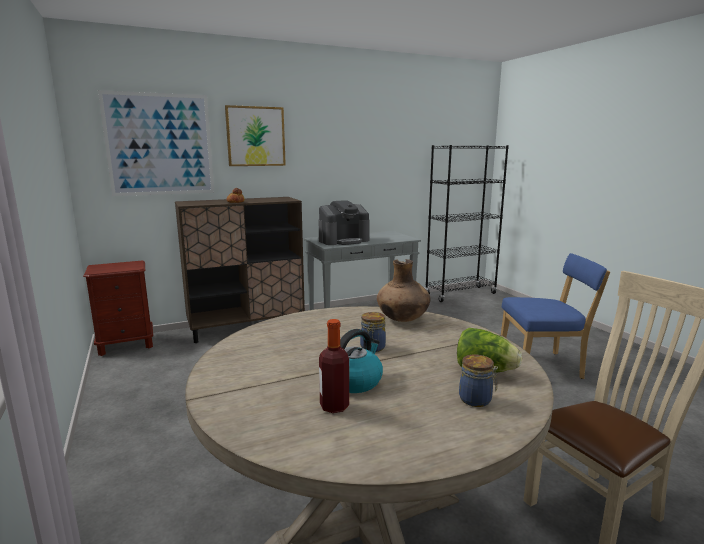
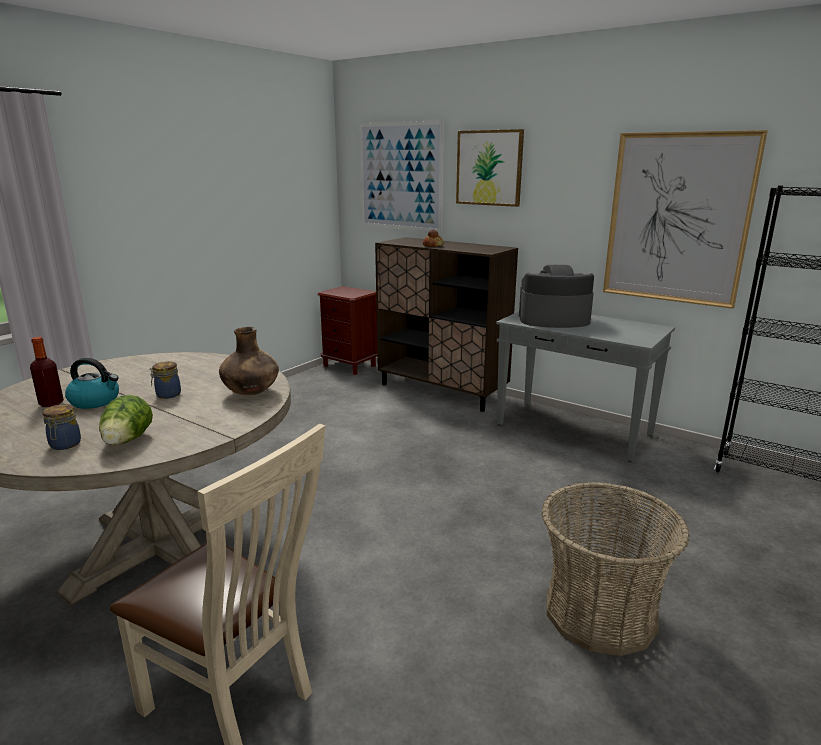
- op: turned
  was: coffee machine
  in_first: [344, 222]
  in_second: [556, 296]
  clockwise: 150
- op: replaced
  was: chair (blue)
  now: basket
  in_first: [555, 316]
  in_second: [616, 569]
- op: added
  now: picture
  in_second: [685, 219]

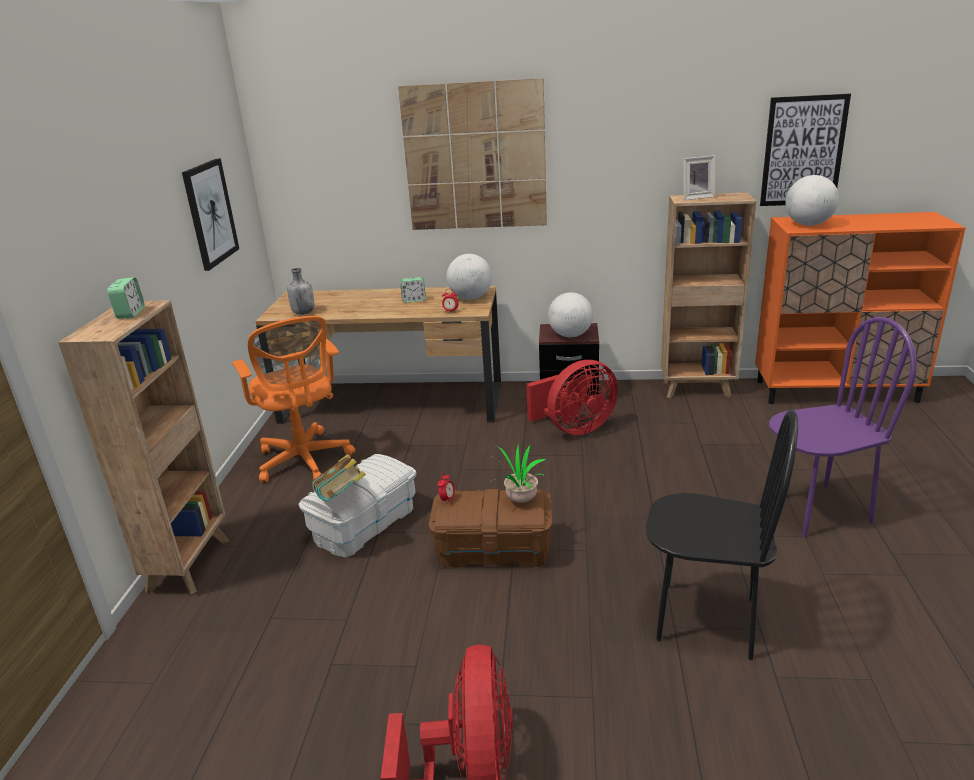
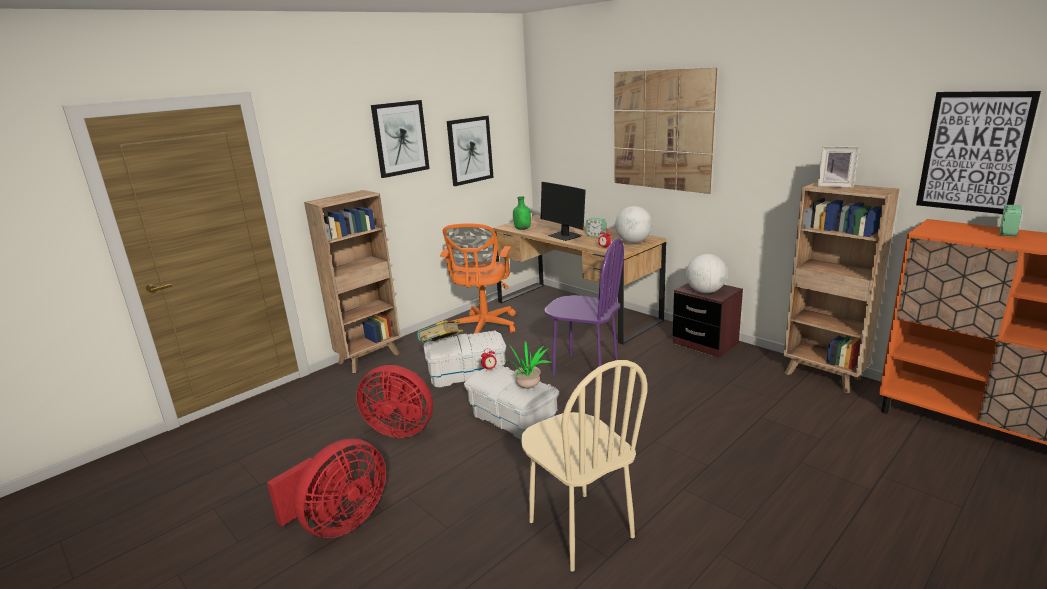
- op: moved
  was: table clock
  in_first: [126, 298]
  in_second: [1011, 221]
- op: recoloured
  was: beverage bottle (grey)
  now: beverage bottle (green)
  in_first: [300, 291]
  in_second: [522, 213]
- op: recoloured
  was: storage bin (brownish)
  now: storage bin (white)
  in_first: [490, 528]
  in_second: [511, 402]
- op: moved
  was: fan (reddish)
  in_first: [572, 397]
  in_second: [394, 401]
- op: recoloured
  was: chair (black)
  now: chair (beige-coloured)
  in_first: [722, 535]
  in_second: [584, 466]
- op: moved
  was: chair (purplish)
  in_first: [843, 427]
  in_second: [584, 307]
- op: removed
  was: desk globe
  in_first: [812, 200]
- op: added
  now: picture
  in_second: [400, 139]
- op: added
  now: computer screen
  in_second: [563, 211]

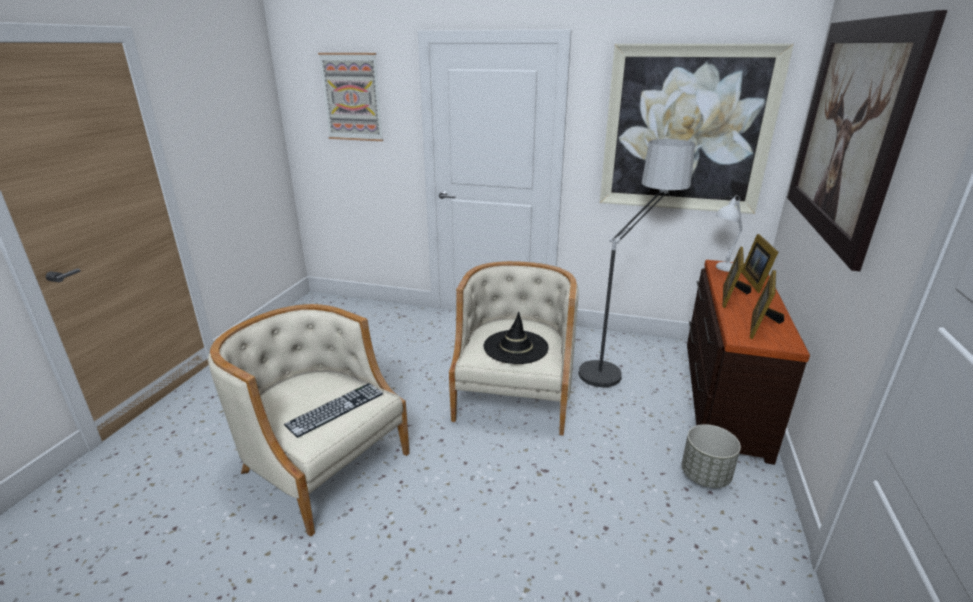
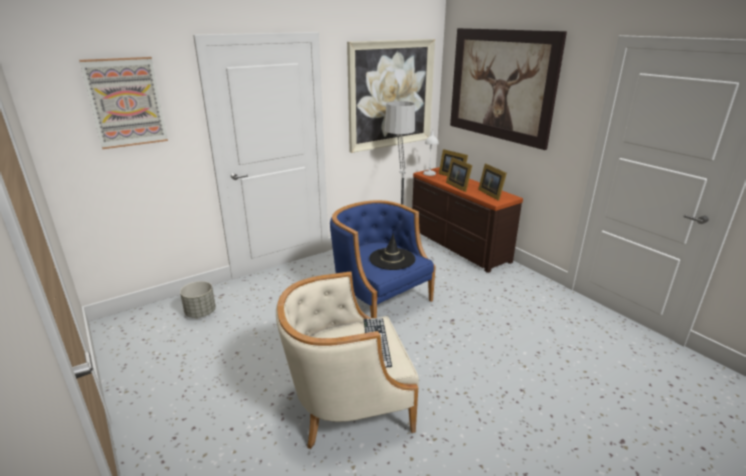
- op: recoloured
  was: armchair (beige-coloured)
  now: armchair (blue)
  in_first: [513, 348]
  in_second: [383, 259]
- op: moved
  was: plant pot (grey)
  in_first: [711, 456]
  in_second: [198, 299]

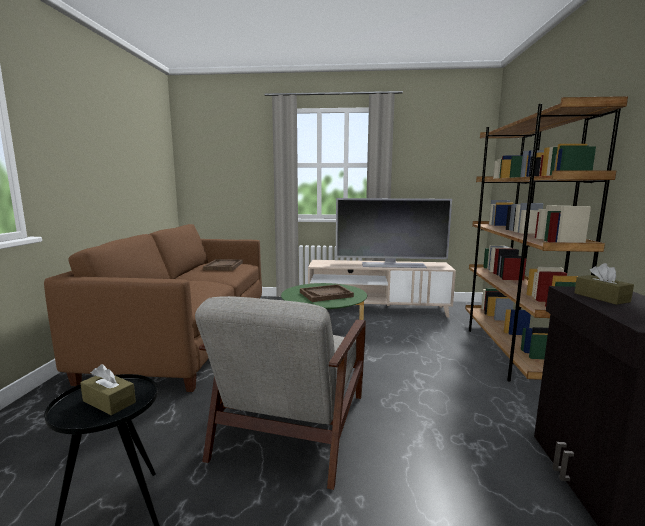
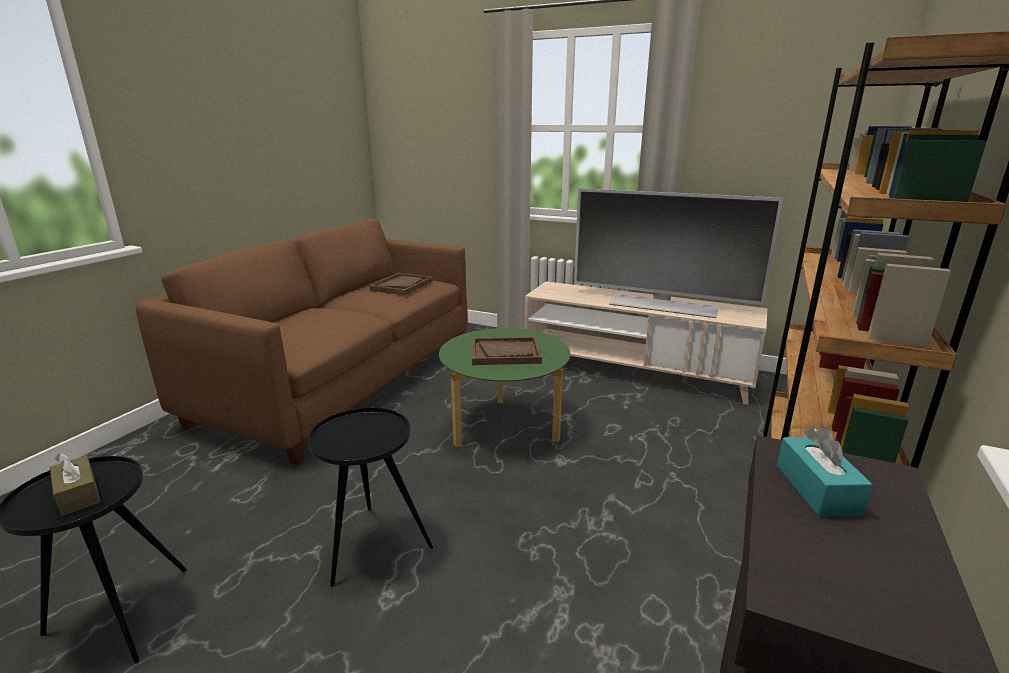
- op: replaced
  was: armchair (grey)
  now: end table (black)
  in_first: [280, 393]
  in_second: [370, 497]
- op: recoloured
  was: tissue holder (brownish)
  now: tissue holder (turquoise-coloured)
  in_first: [604, 284]
  in_second: [825, 472]

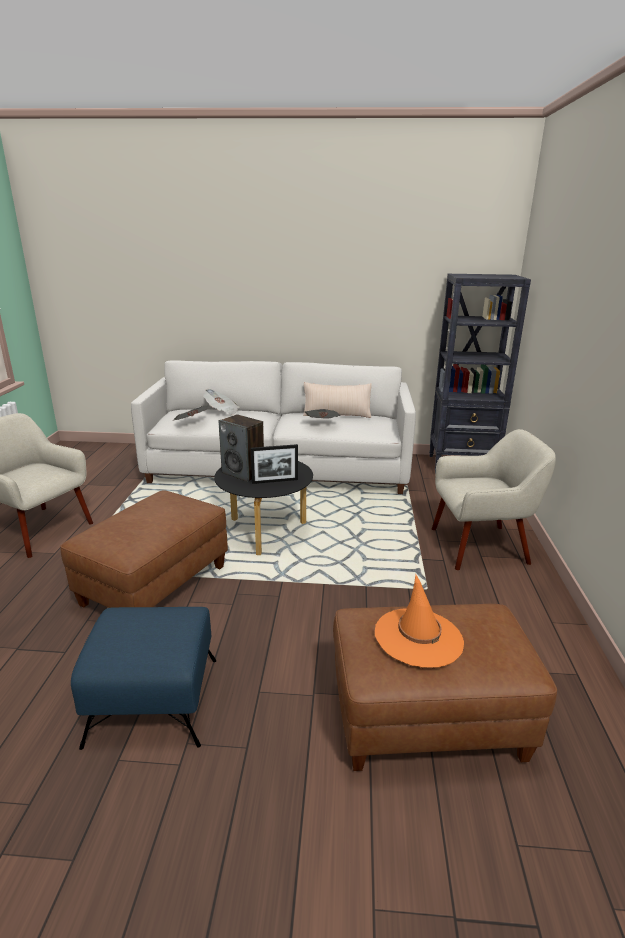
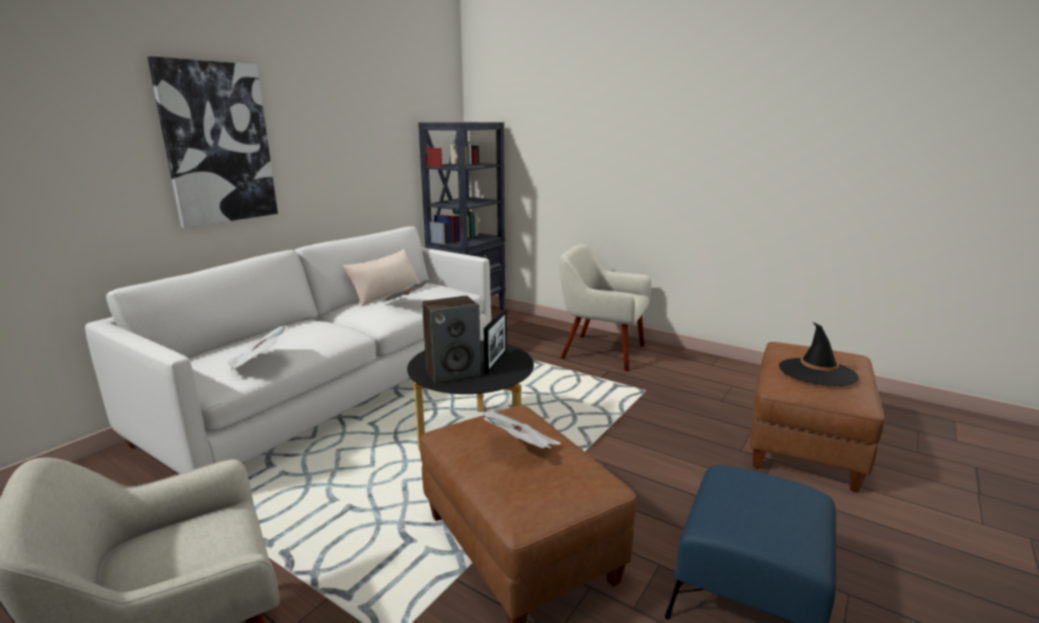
- op: moved
  was: newspaper
  in_first: [221, 402]
  in_second: [522, 430]
- op: recoloured
  was: clothing hat (orangey)
  now: clothing hat (black)
  in_first: [419, 621]
  in_second: [819, 354]
- op: turned
  was: armchair (beige-coloured)
  in_first: [494, 499]
  in_second: [605, 307]
  clockwise: -90
- op: added
  now: picture
  in_second: [212, 142]

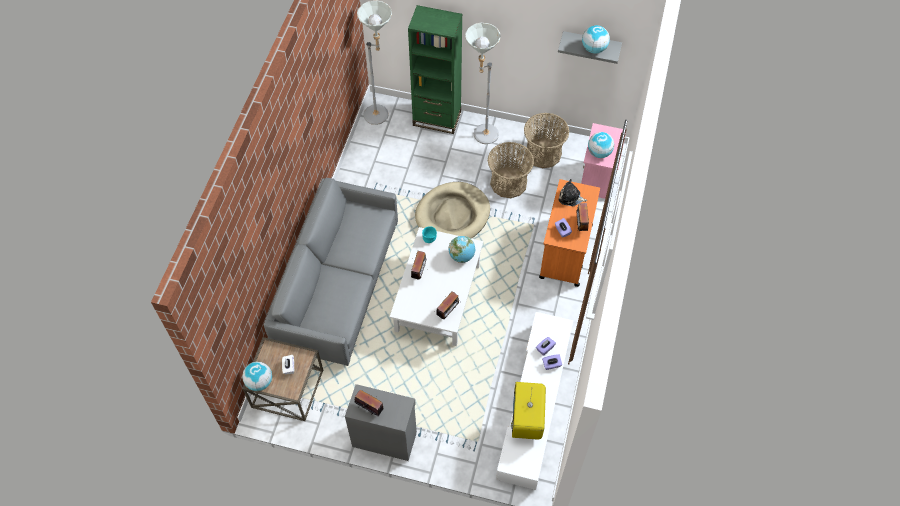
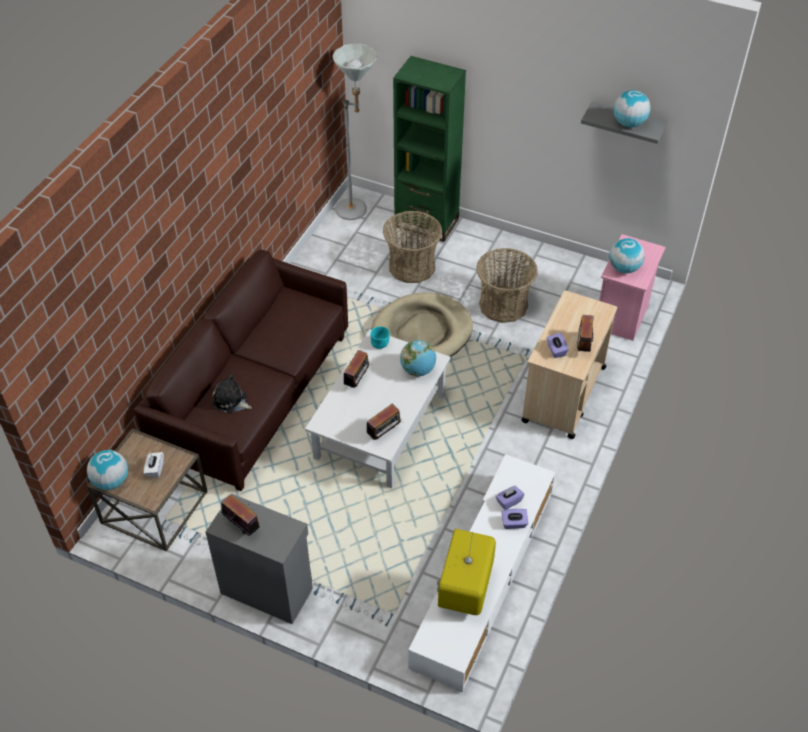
- op: recoloured
  was: sofa (grey)
  now: sofa (brownish)
  in_first: [331, 272]
  in_second: [241, 370]
- op: removed
  was: floor lamp (grey)
  in_first: [483, 83]
- op: moved
  was: basket
  in_first: [547, 140]
  in_second: [412, 247]
- op: recoloured
  was: wheeled cart (orangey)
  now: wheeled cart (beige-coloured)
  in_first: [569, 233]
  in_second: [569, 364]
- op: moved
  was: plush toy
  in_first: [572, 192]
  in_second: [232, 393]

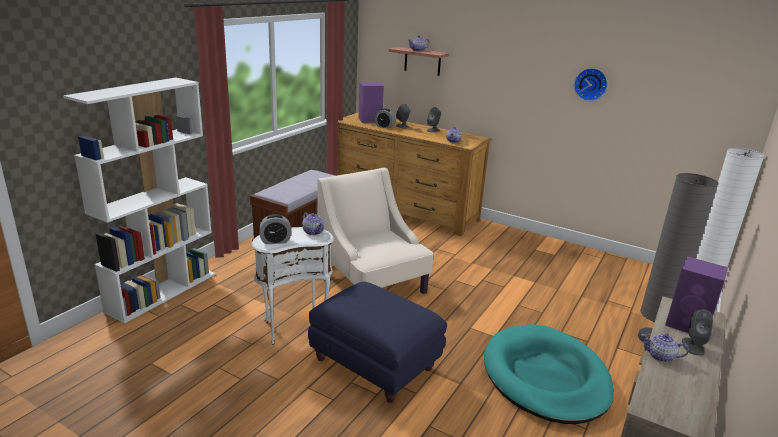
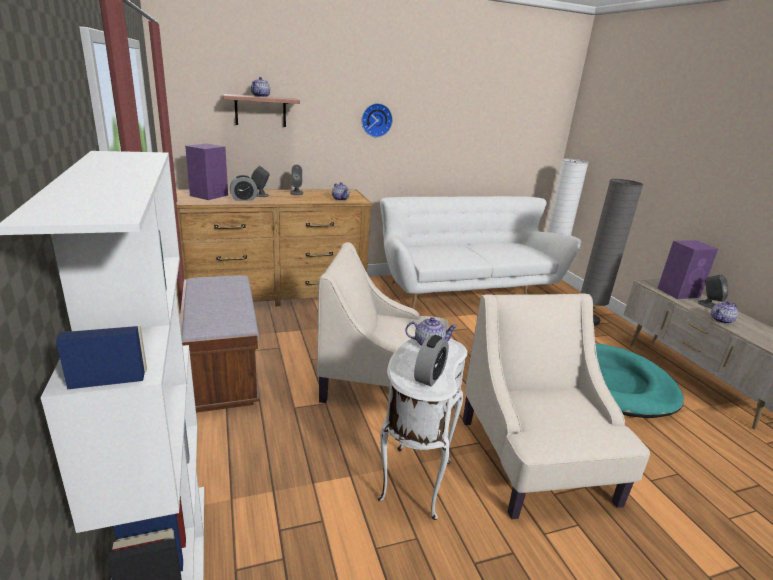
- op: replaced
  was: pouffe (blue)
  now: armchair (beige-coloured)
  in_first: [377, 342]
  in_second: [556, 406]
- op: moved
  was: hanging clock
  in_first: [591, 84]
  in_second: [377, 120]
- op: added
  now: sofa (white)
  in_second: [480, 252]

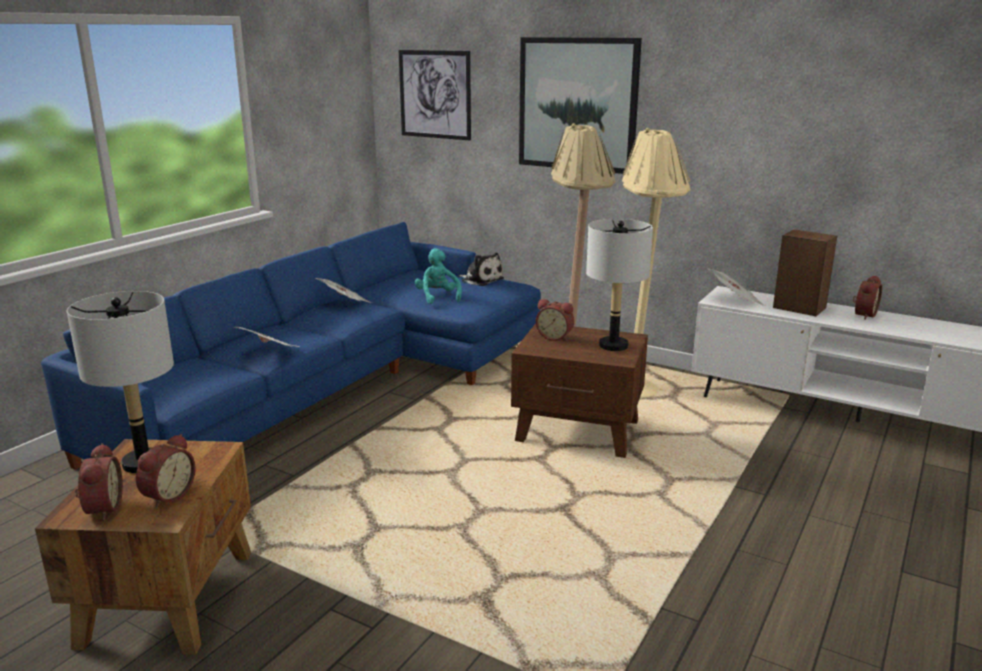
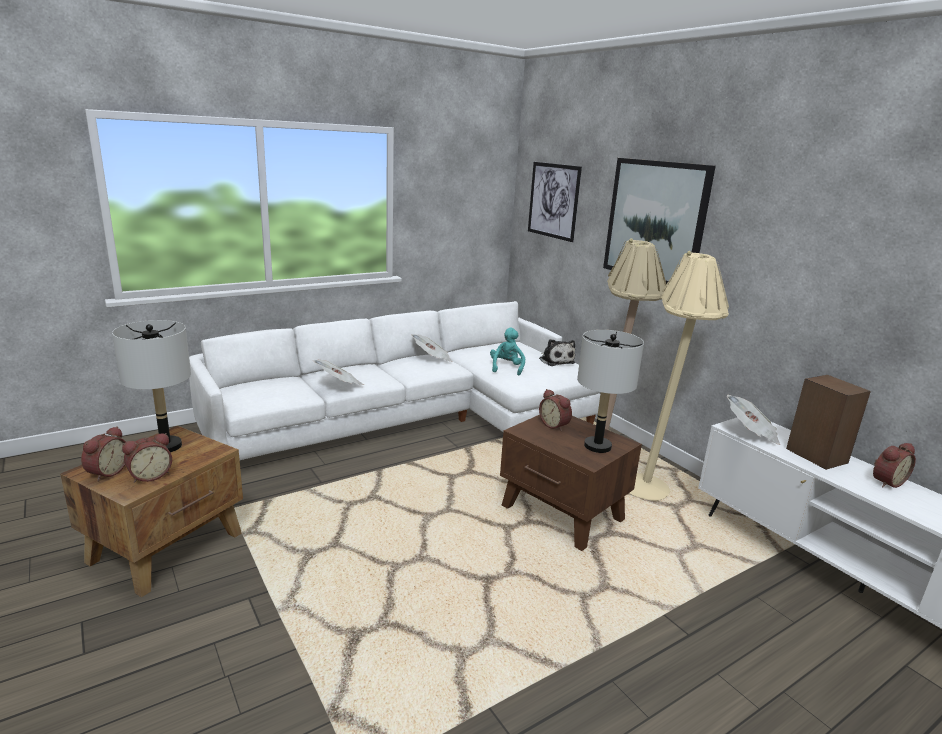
- op: recoloured
  was: sofa (blue)
  now: sofa (white)
  in_first: [291, 346]
  in_second: [394, 380]

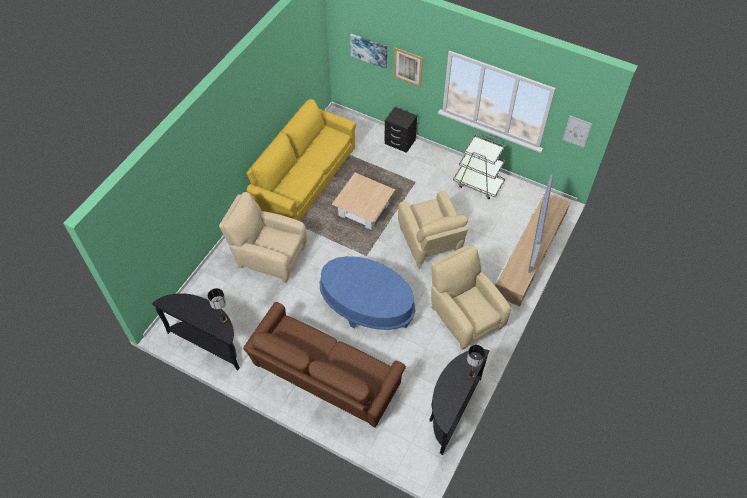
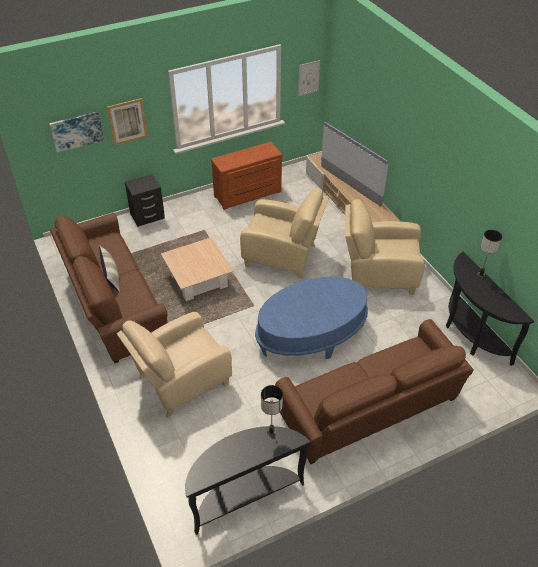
- op: recoloured
  was: sofa (yellowish)
  now: sofa (brownish)
  in_first: [301, 160]
  in_second: [108, 288]
- op: replaced
  was: wheeled cart (grey)
  now: drawer chest (brownish)
  in_first: [479, 166]
  in_second: [246, 176]
- op: added
  now: pillow
  in_second: [109, 269]

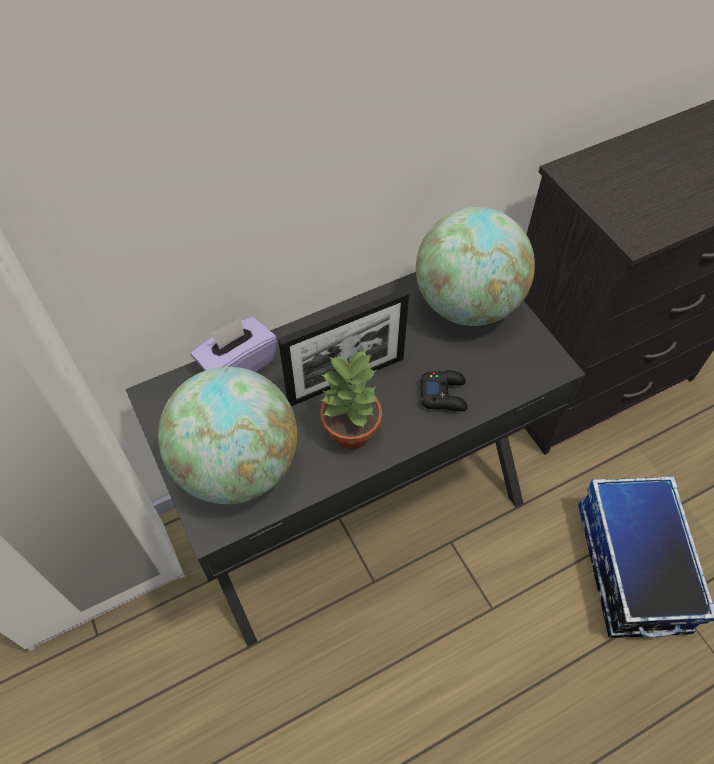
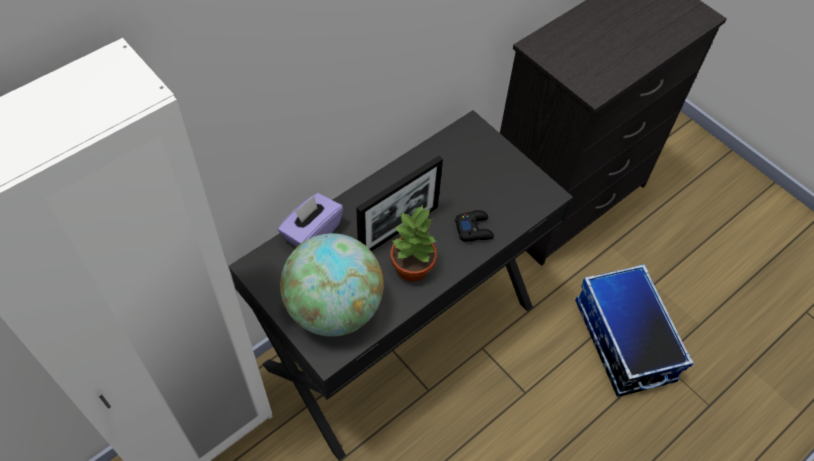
- op: removed
  was: desk globe
  in_first: [475, 266]

